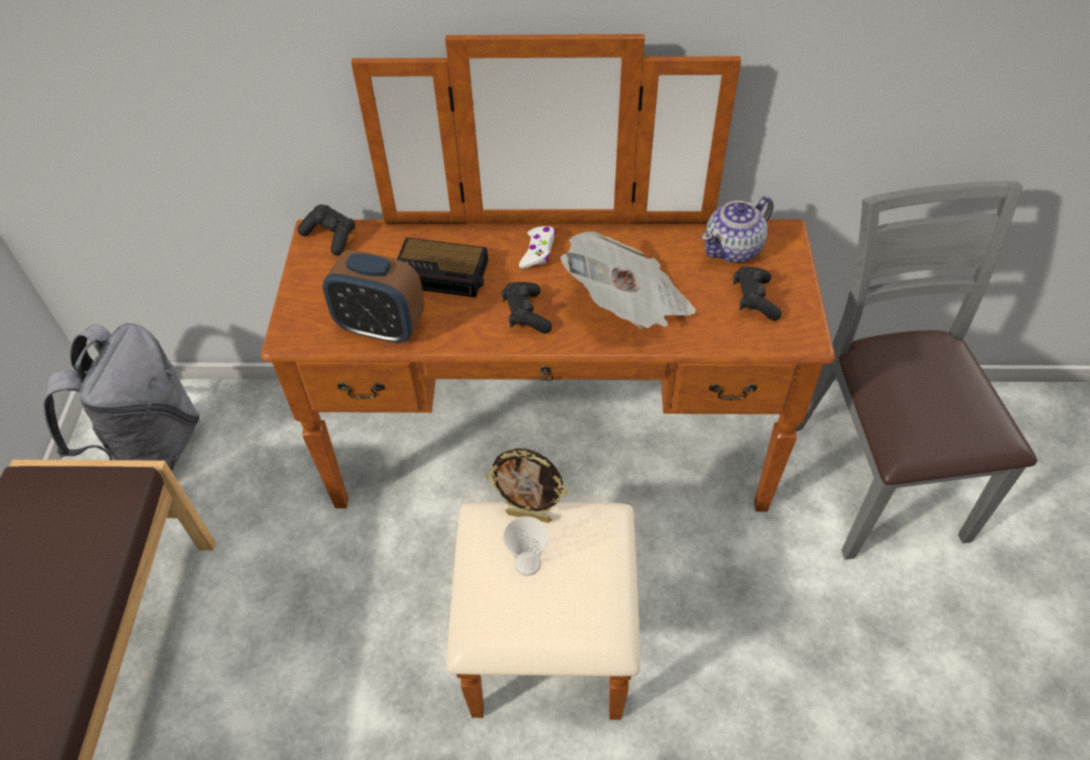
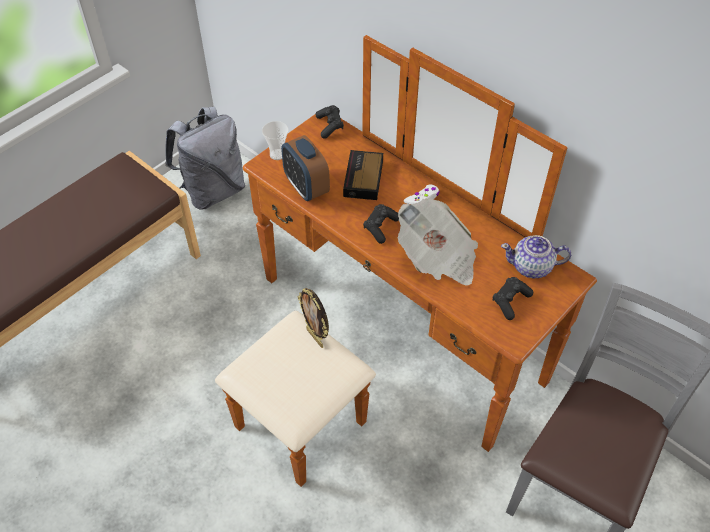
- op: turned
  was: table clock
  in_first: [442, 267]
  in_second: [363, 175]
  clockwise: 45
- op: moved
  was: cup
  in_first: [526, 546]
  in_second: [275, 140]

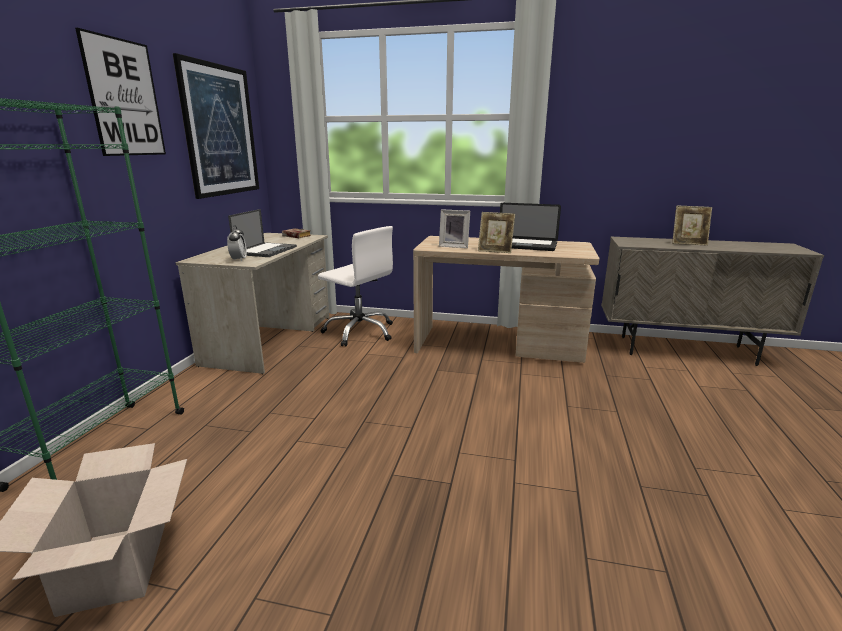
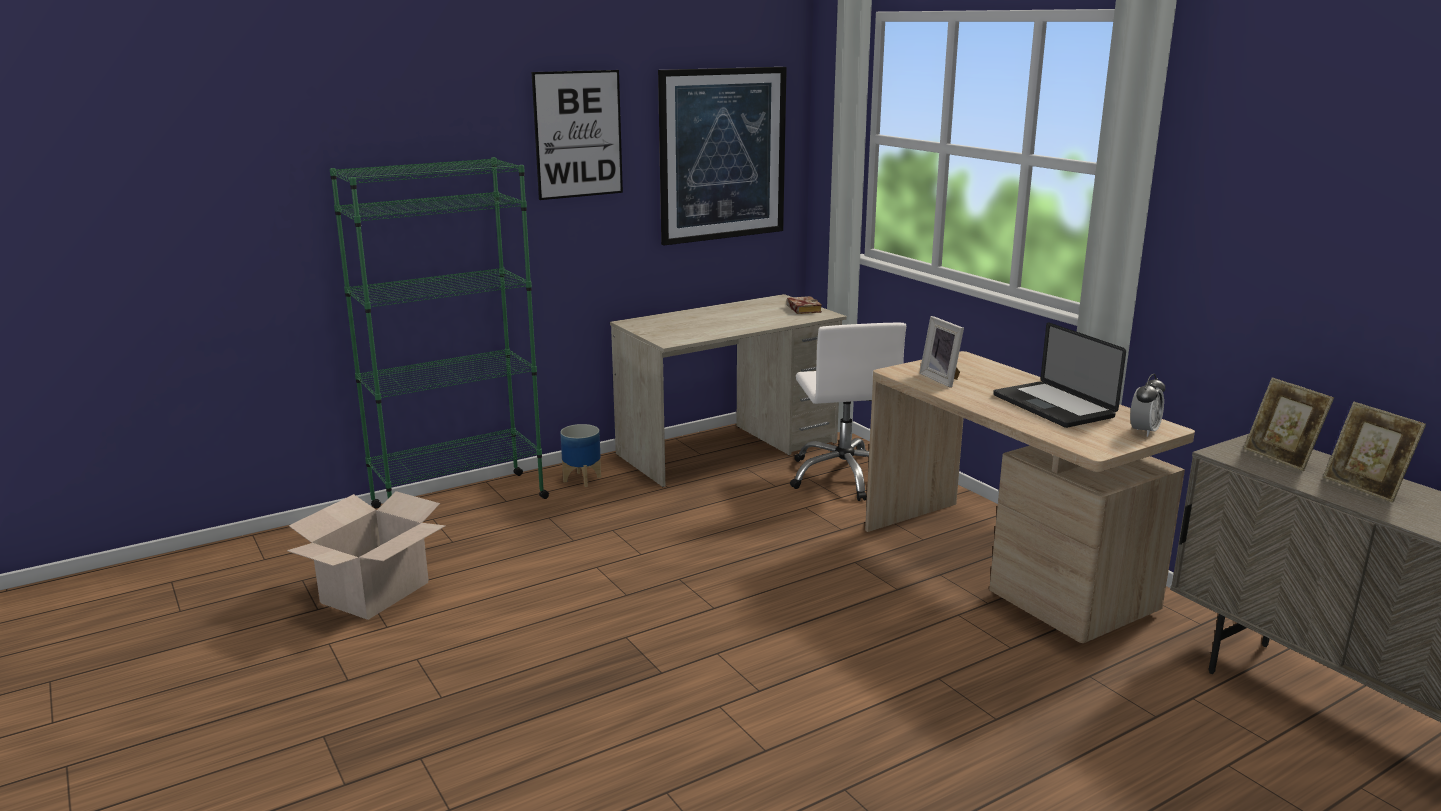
- op: moved
  was: table clock
  in_first: [237, 243]
  in_second: [1147, 405]
- op: removed
  was: notebook computer
  in_first: [262, 233]
- op: moved
  was: photo frame
  in_first: [496, 232]
  in_second: [1289, 424]
- op: added
  now: plant pot
  in_second: [580, 455]

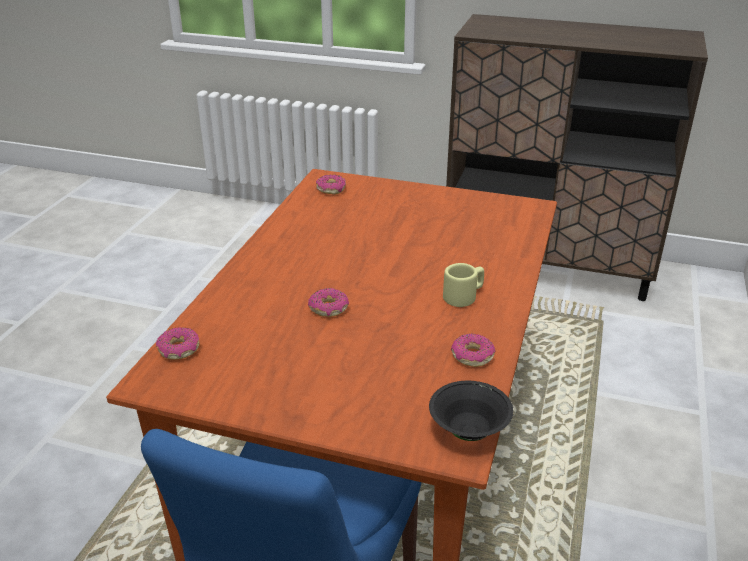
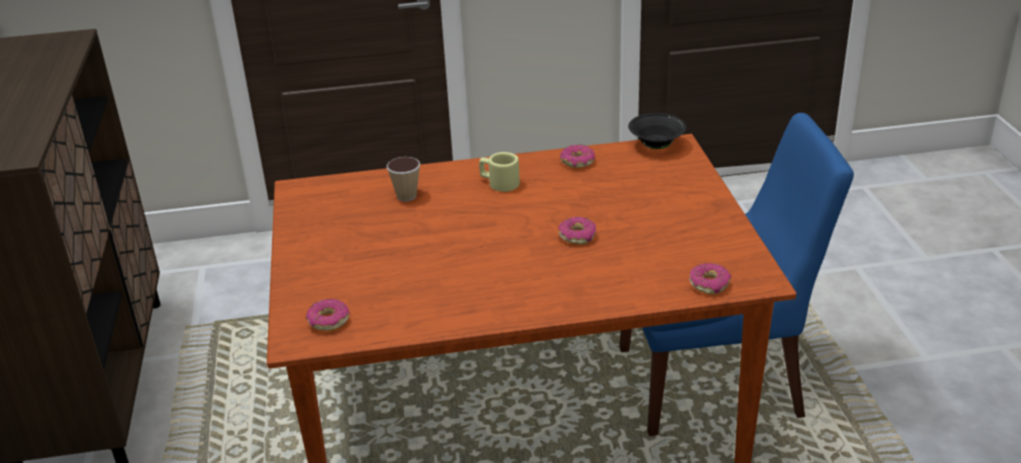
- op: added
  now: cup
  in_second: [403, 179]

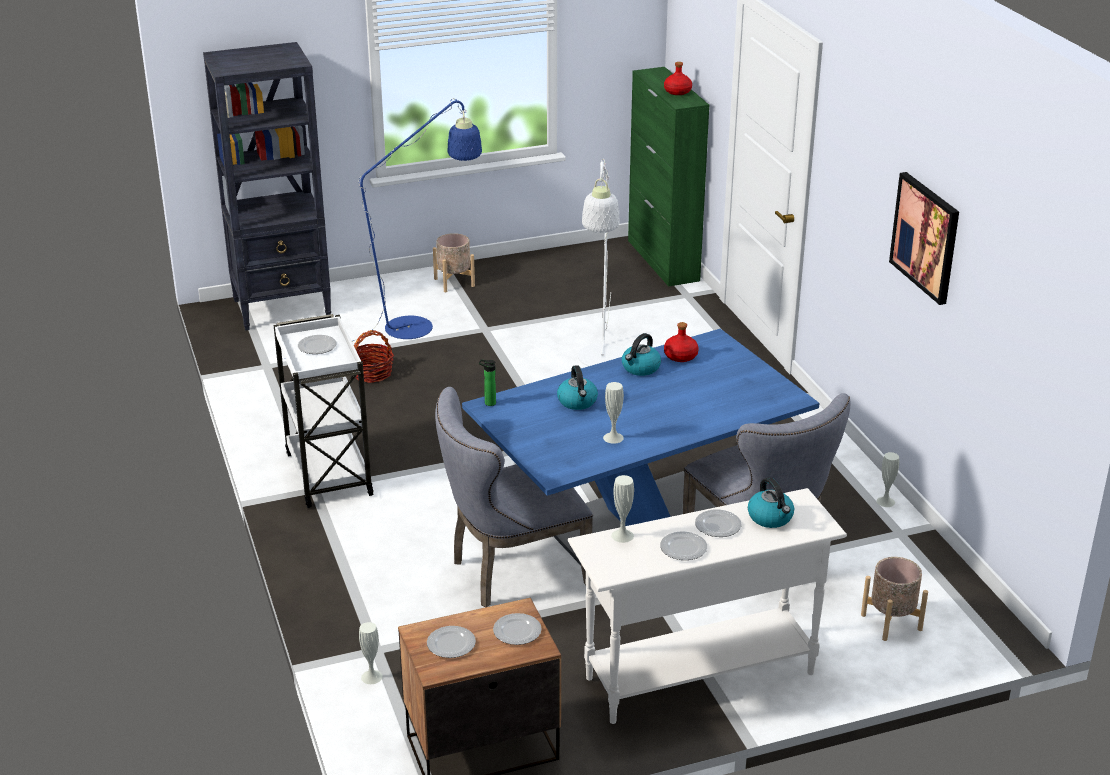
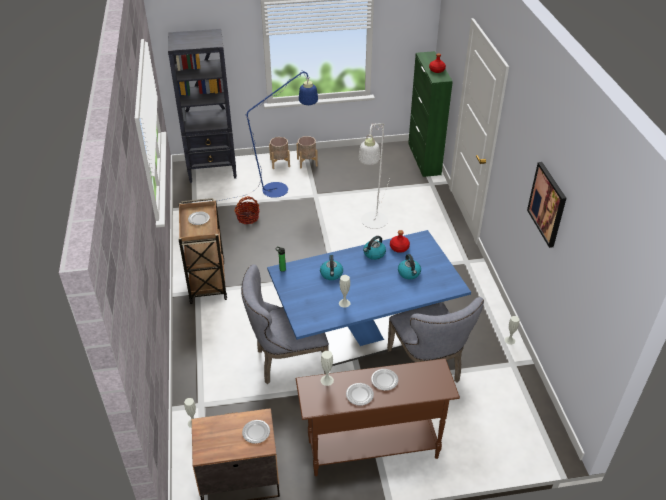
- op: recoloured
  was: wheeled cart (white)
  now: wheeled cart (brownish)
  in_first: [323, 411]
  in_second: [202, 251]
- op: removed
  was: plate
  in_first: [451, 642]
- op: recoloured
  was: console table (white)
  now: console table (brownish)
  in_first: [707, 606]
  in_second: [377, 417]
- op: moved
  was: water kettle
  in_first: [771, 502]
  in_second: [409, 266]
- op: moved
  was: plant pot (beige-coloured)
  in_first: [894, 599]
  in_second: [279, 153]

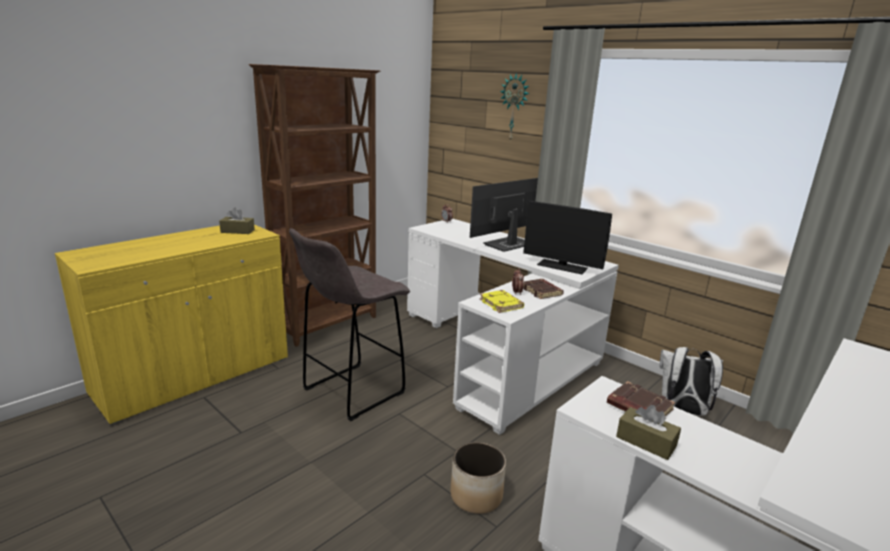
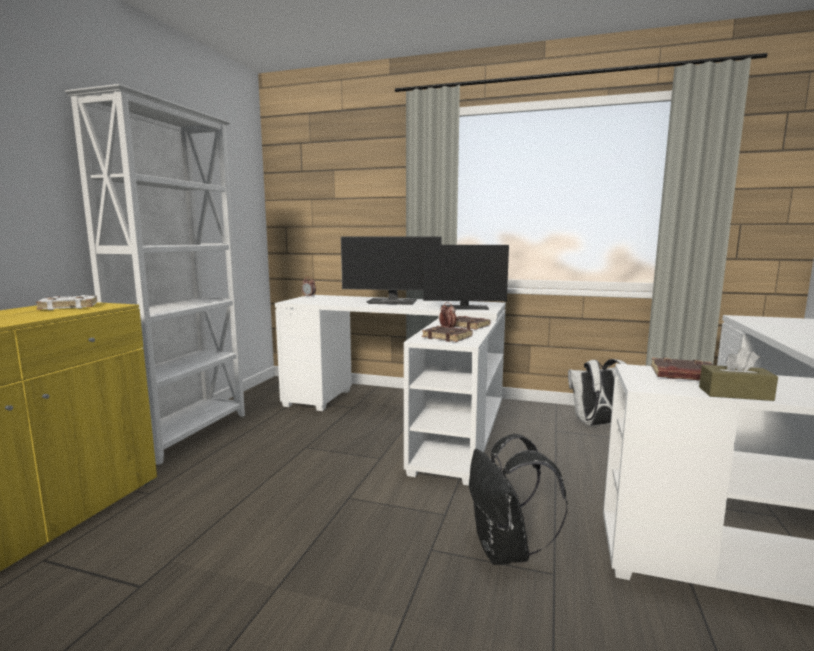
- op: replaced
  was: tissue holder (brownish)
  now: volume (white)
  in_first: [237, 221]
  in_second: [66, 302]
- op: recoloured
  was: bookcase (brownish)
  now: bookcase (white)
  in_first: [314, 205]
  in_second: [155, 274]
- op: removed
  was: stool (grey)
  in_first: [349, 324]
- op: replaced
  was: plant pot
  now: knapsack (black)
  in_first: [478, 478]
  in_second: [518, 499]
- op: turned
  was: computer screen
  in_first: [504, 215]
  in_second: [391, 271]
  clockwise: -105
- op: recoloured
  was: volume (yellowish)
  now: volume (brownish)
  in_first: [502, 301]
  in_second: [447, 334]
- op: removed
  was: hanging clock
  in_first: [515, 107]

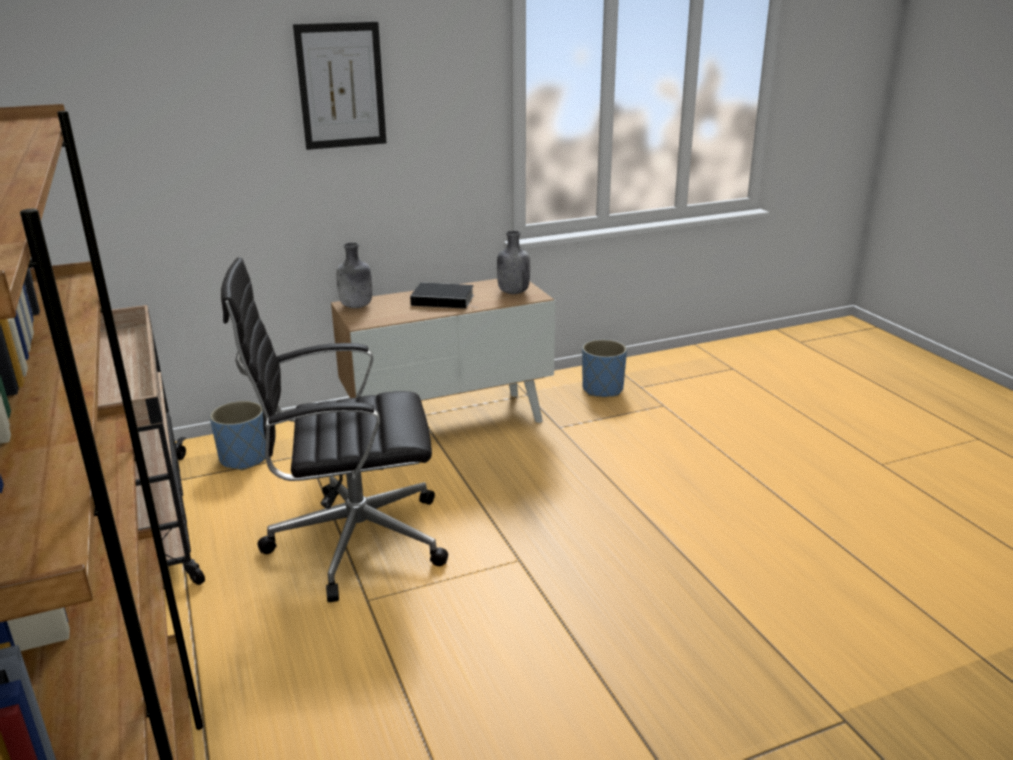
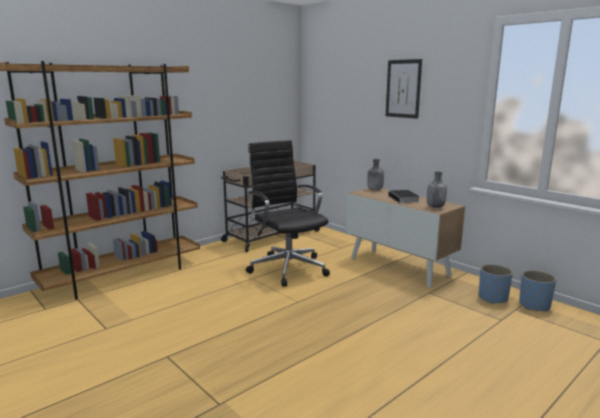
- op: moved
  was: plant pot (blue)
  in_first: [238, 436]
  in_second: [538, 290]

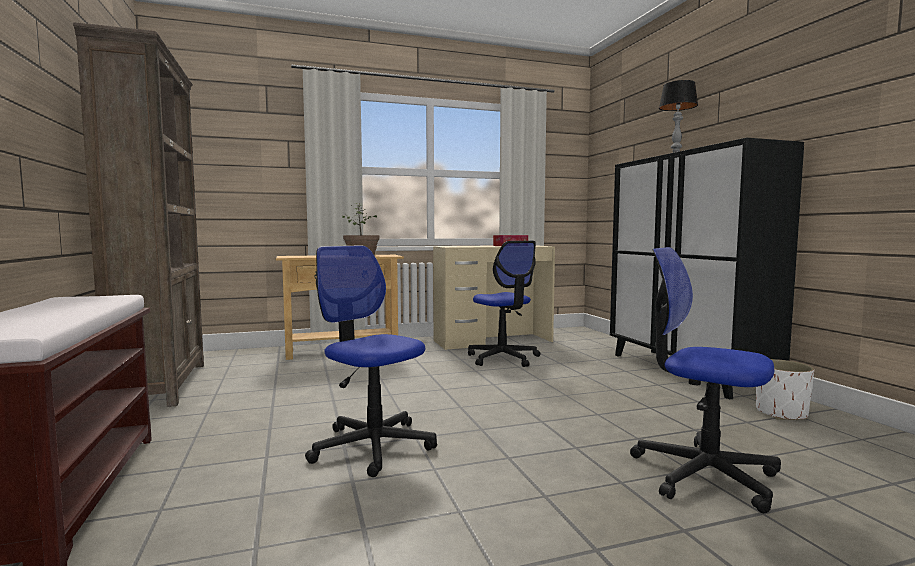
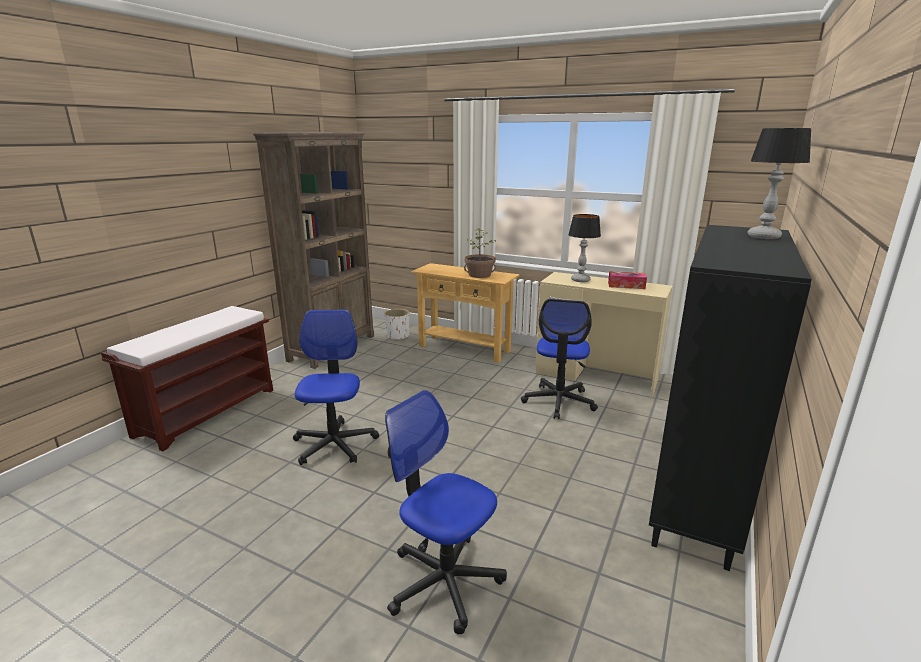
- op: turned
  was: desk chair
  in_first: [705, 380]
  in_second: [446, 512]
  clockwise: -45
- op: moved
  was: plant pot (white)
  in_first: [785, 389]
  in_second: [396, 325]
- op: added
  now: lamp for a table
  in_second: [584, 248]

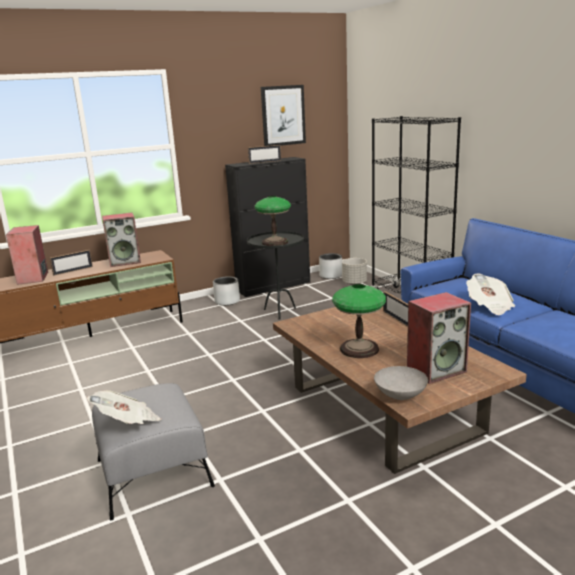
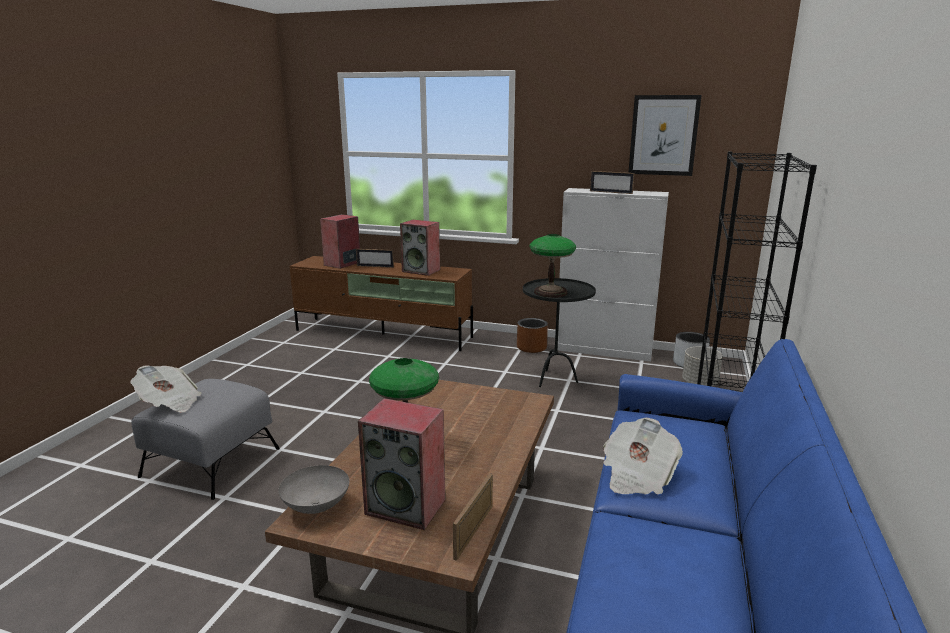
- op: recoloured
  was: plant pot (grey)
  now: plant pot (brownish)
  in_first: [226, 291]
  in_second: [532, 335]
- op: recoloured
  was: storage cabinet (black)
  now: storage cabinet (white)
  in_first: [267, 227]
  in_second: [613, 275]
- op: moved
  was: photo frame
  in_first: [395, 309]
  in_second: [473, 517]

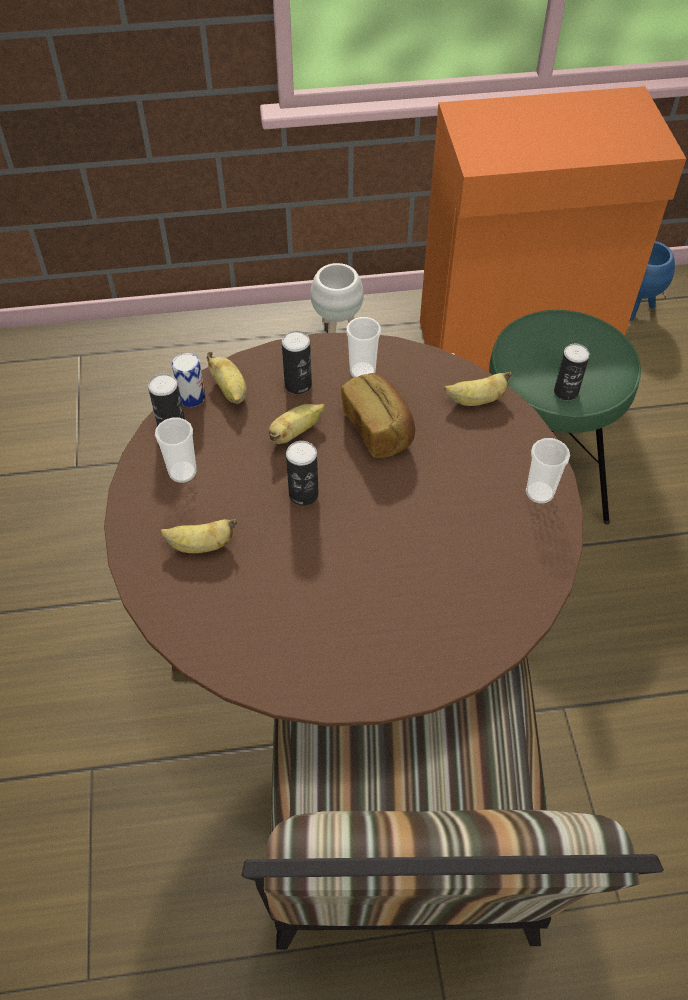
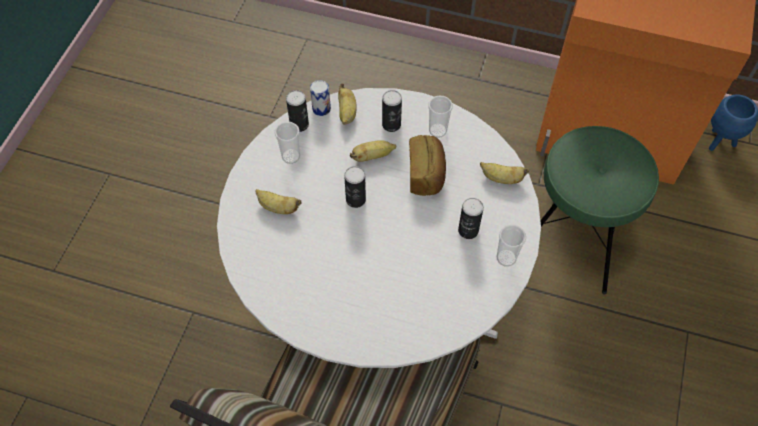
- op: recoloured
  was: dining table (brownish)
  now: dining table (white)
  in_first: [343, 529]
  in_second: [379, 228]
- op: removed
  was: plant pot (white)
  in_first: [337, 298]
- op: moved
  was: metal can
  in_first: [572, 372]
  in_second: [471, 218]

